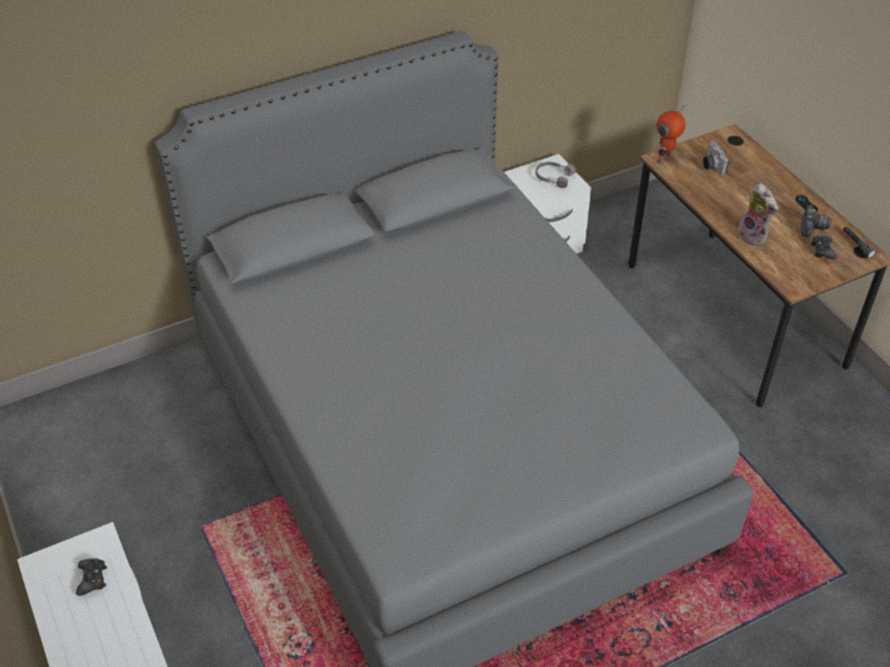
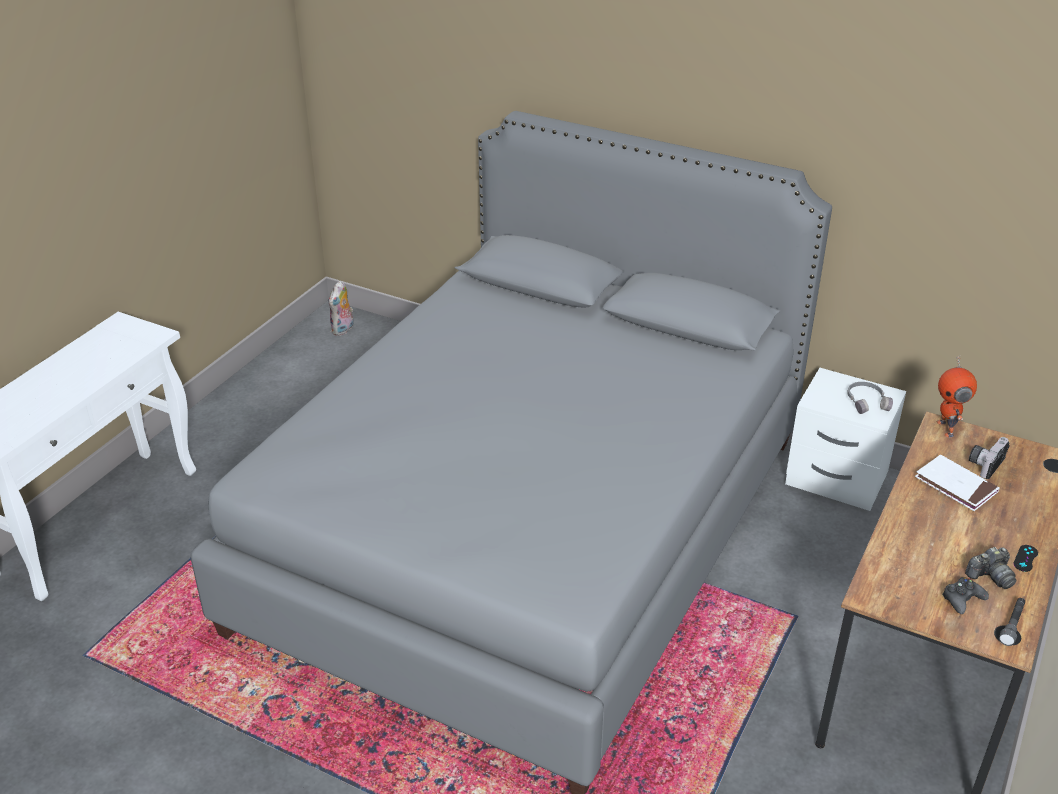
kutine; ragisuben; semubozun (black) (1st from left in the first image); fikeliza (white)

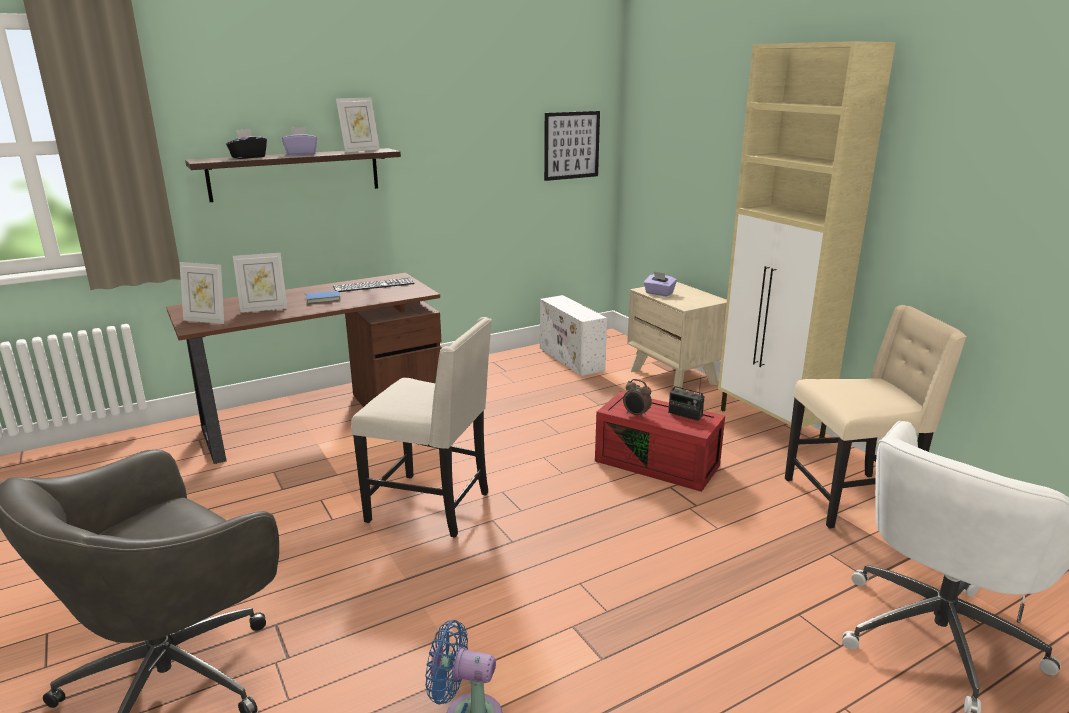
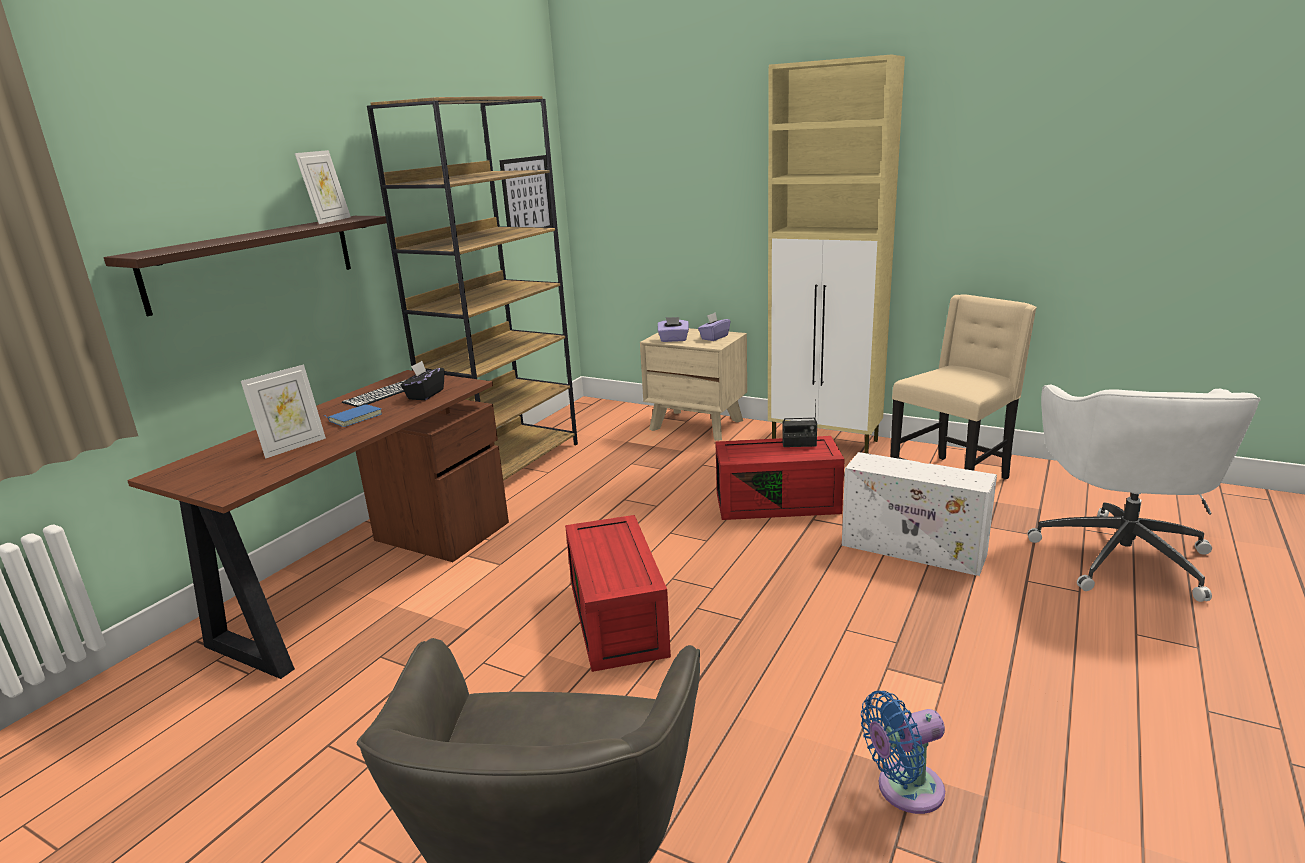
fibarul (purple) (2nd from left); fibarul (black); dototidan (1st from left in the first image); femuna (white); femuna (red) (1st from left); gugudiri; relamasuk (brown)

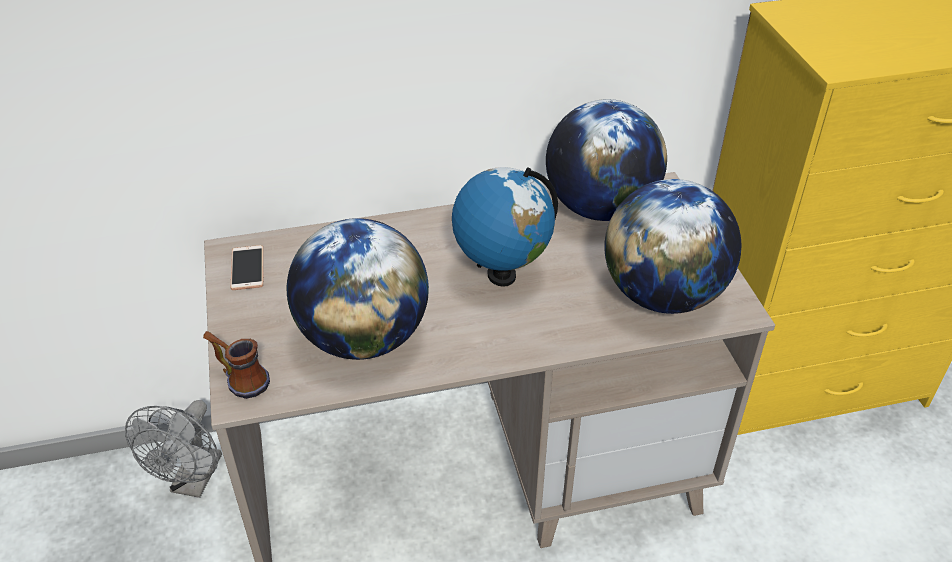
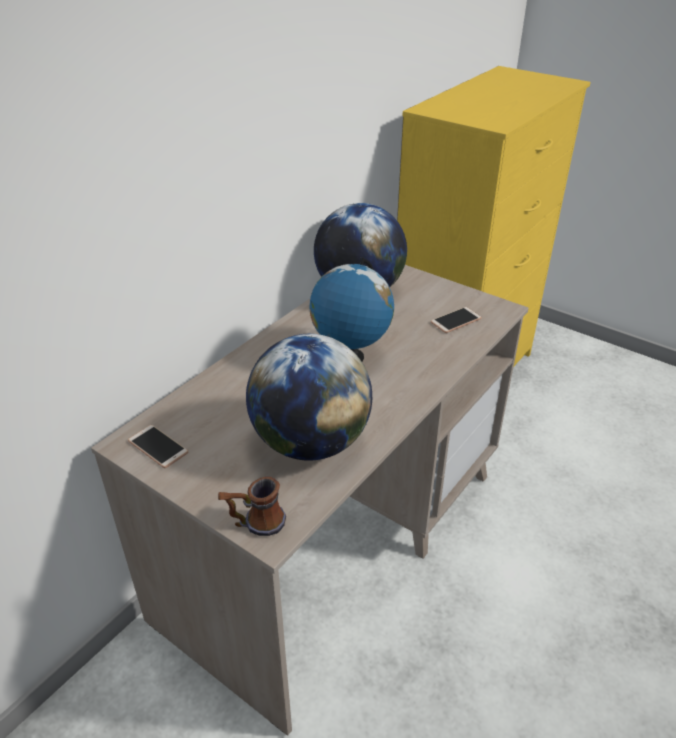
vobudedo (2nd from left); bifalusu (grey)

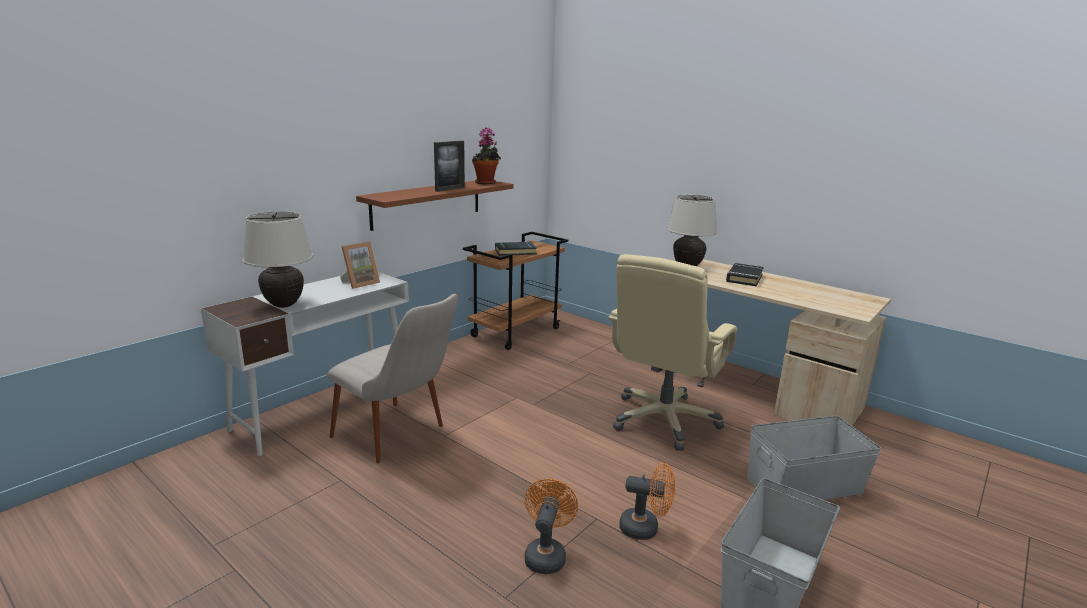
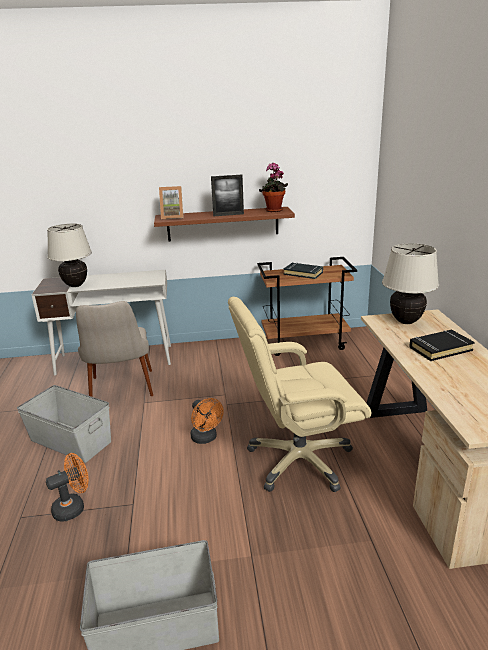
dototidan (1st from left); femuna (grey) (1st from left); bifalusu (orange) (2nd from left)

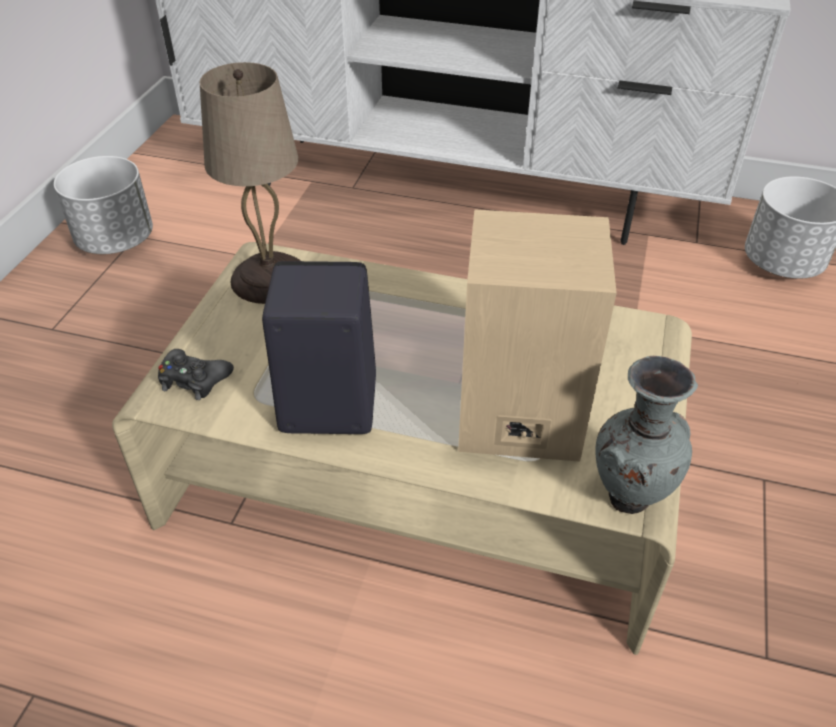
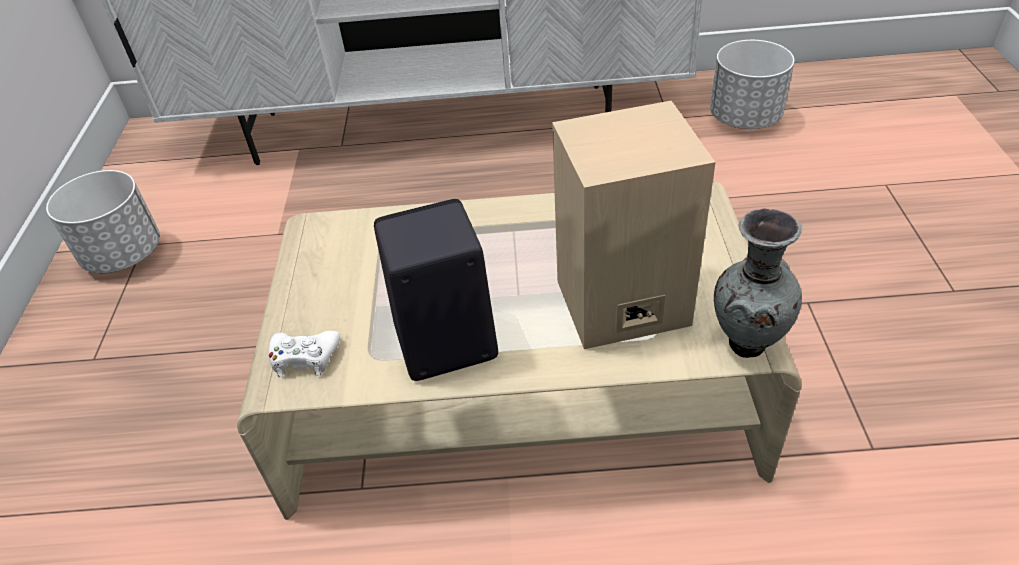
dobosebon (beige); semubozun (white)

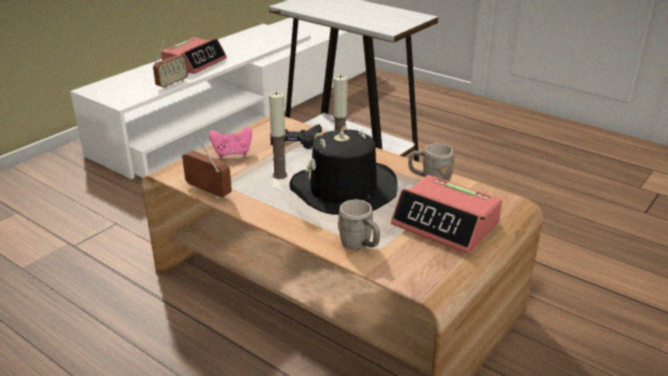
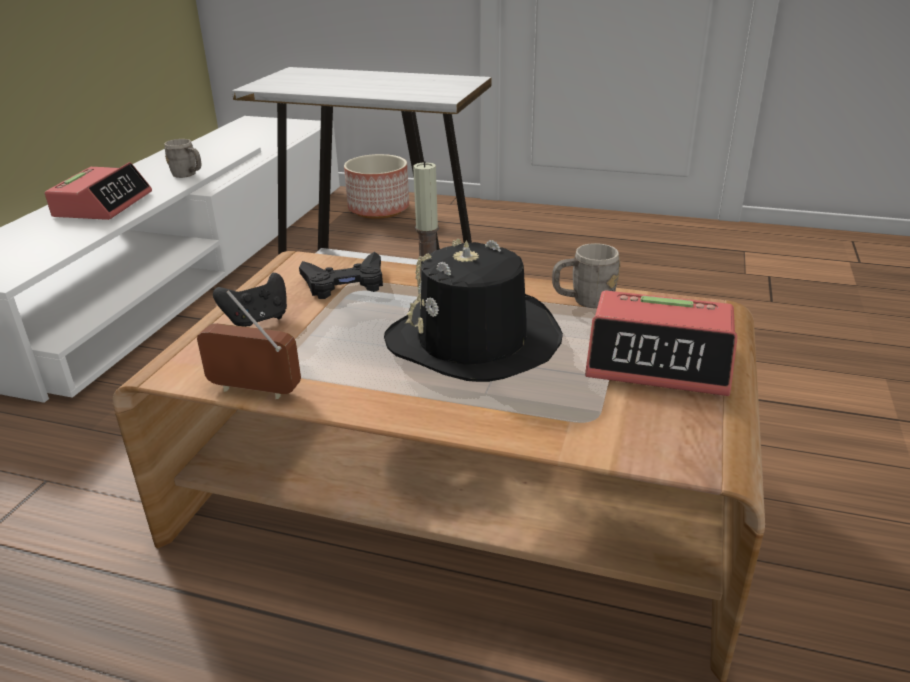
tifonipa (1st from left in the first image); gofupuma (1st from left in the first image); semubozun (black) (1st from left); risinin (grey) (1st from left); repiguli

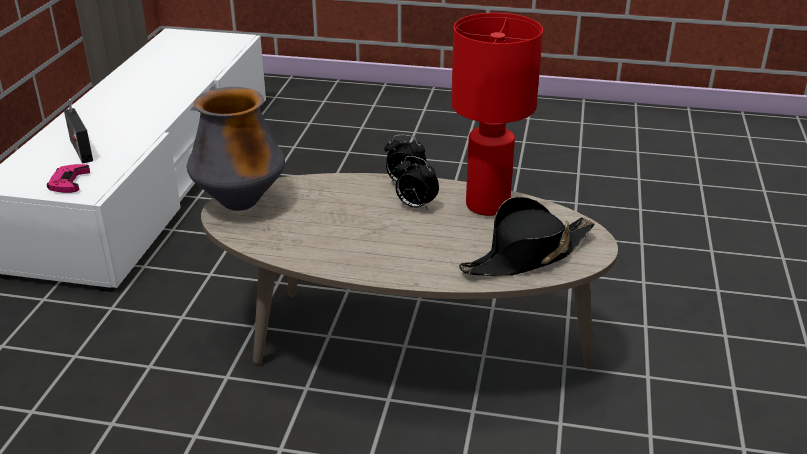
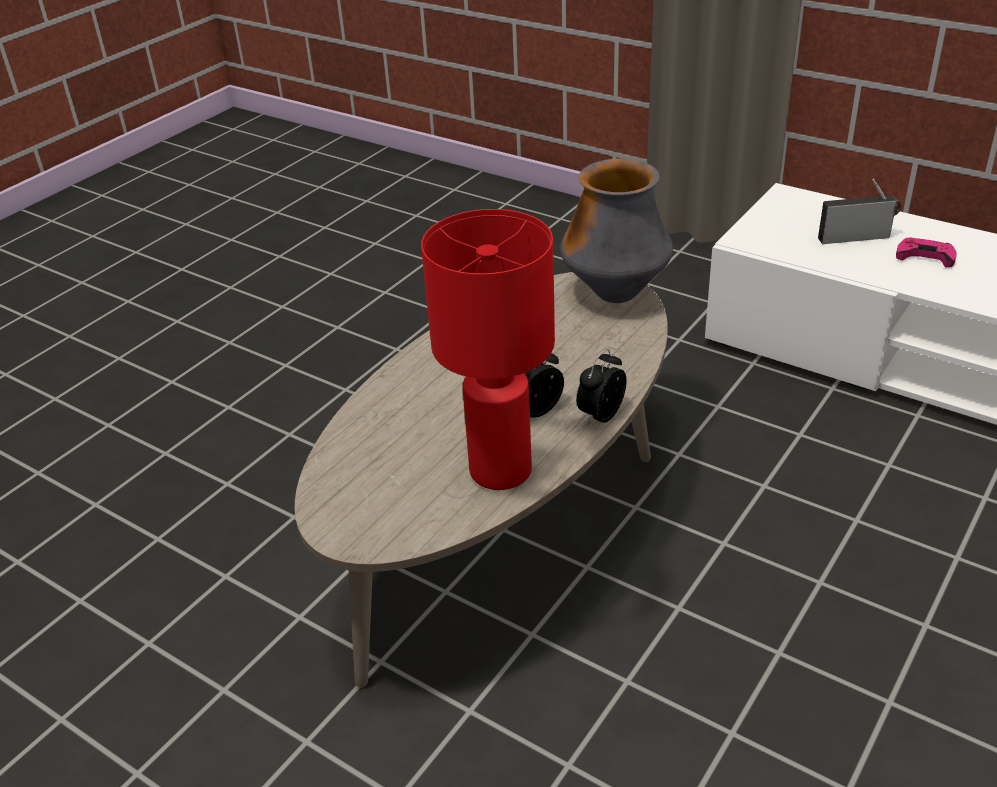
semubozun (pink); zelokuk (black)

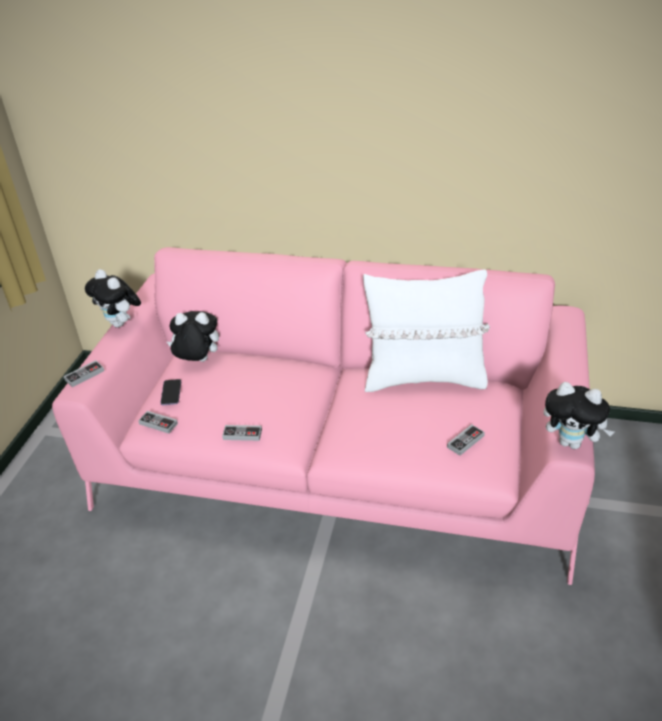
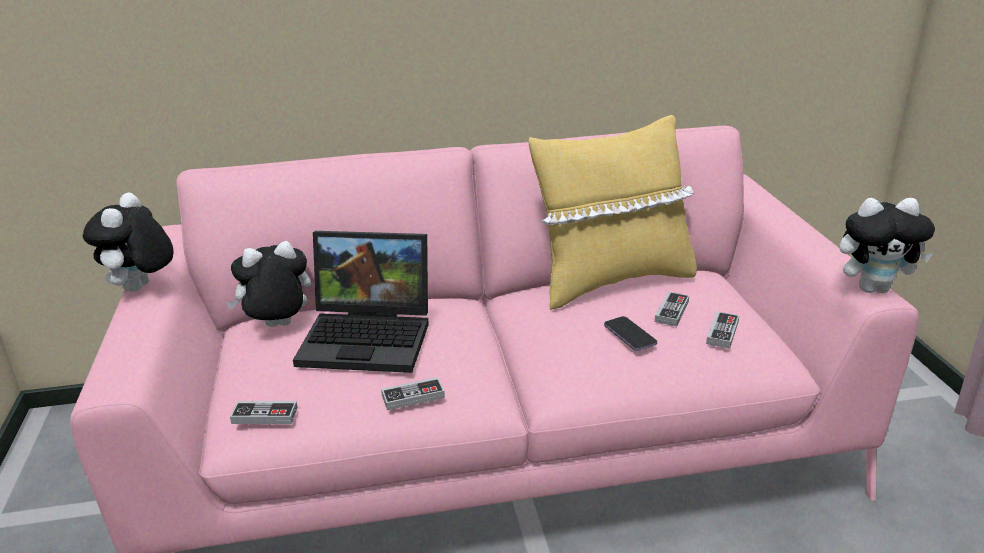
ragisuben (1st from left); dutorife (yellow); semubozun (3rd from left); vobudedo; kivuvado

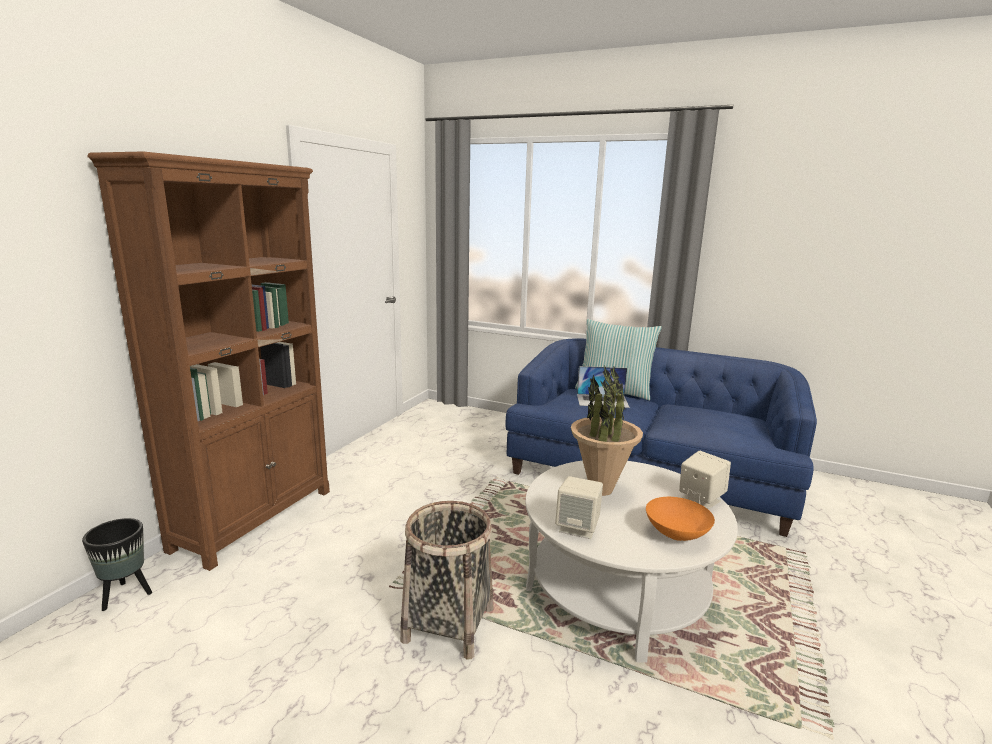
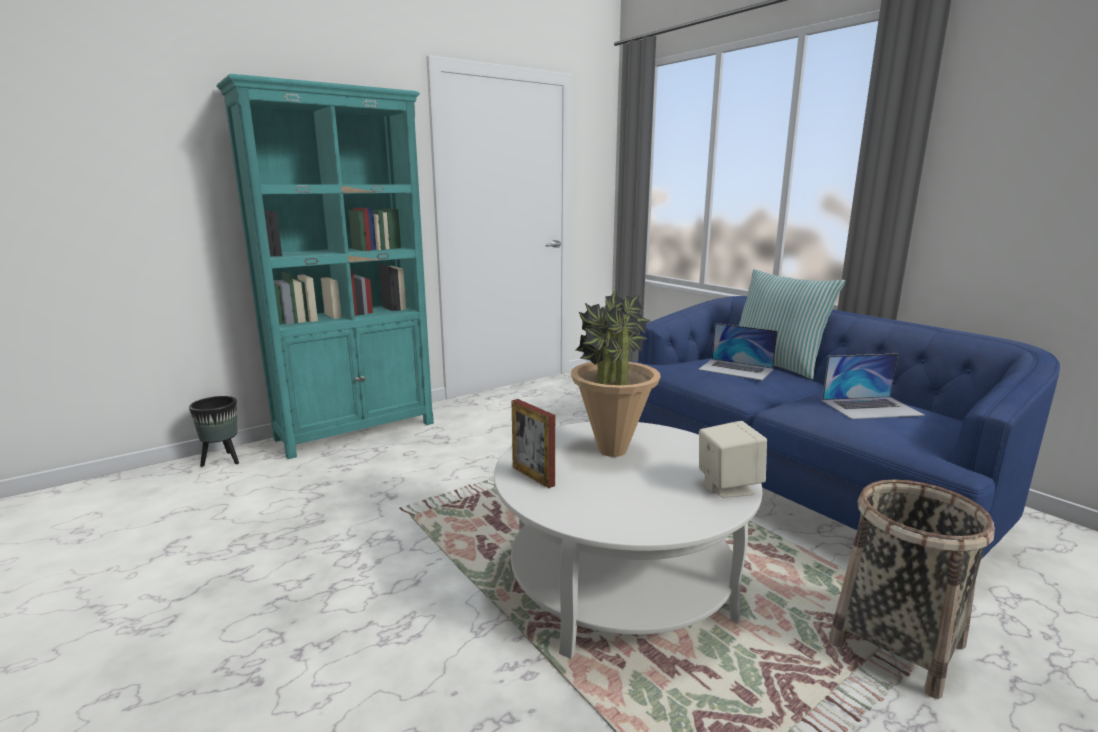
relamasuk (turquoise); dototidan; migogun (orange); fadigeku; kivuvado (2nd from left)

